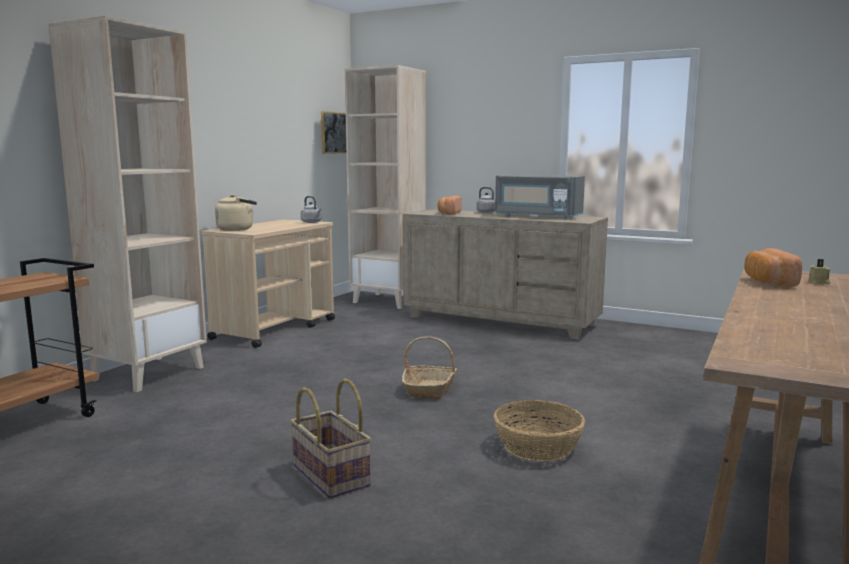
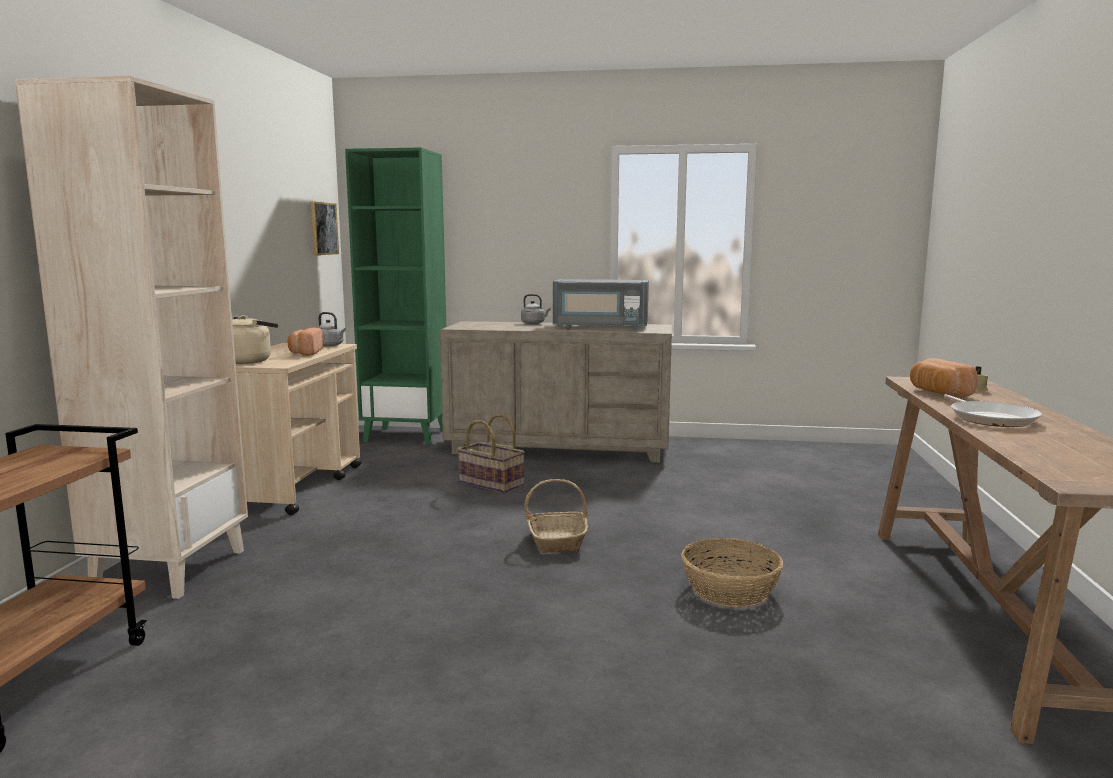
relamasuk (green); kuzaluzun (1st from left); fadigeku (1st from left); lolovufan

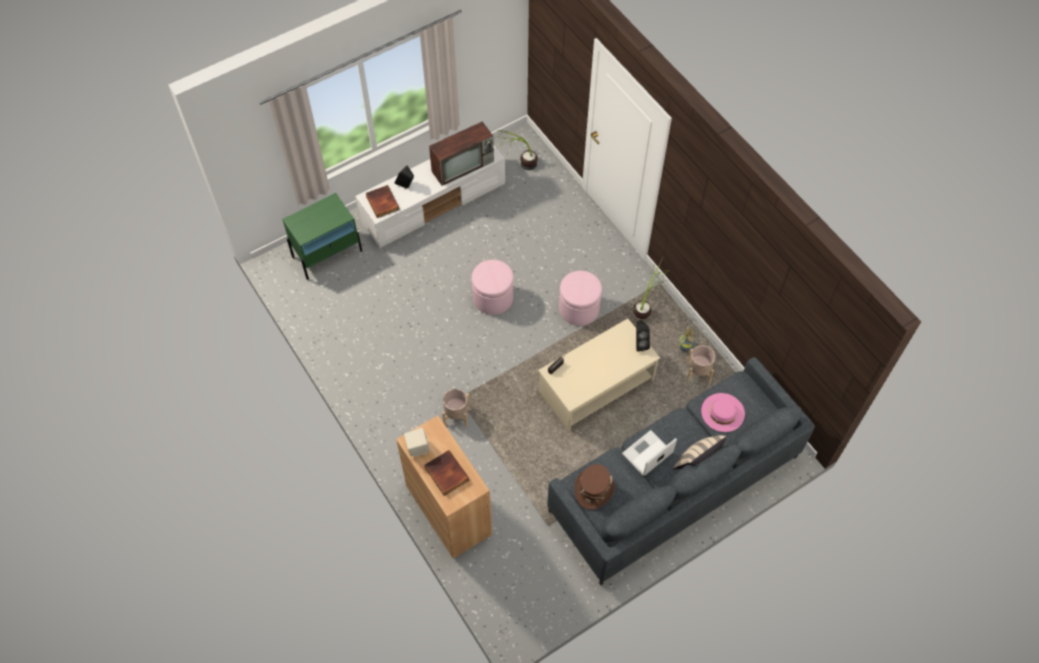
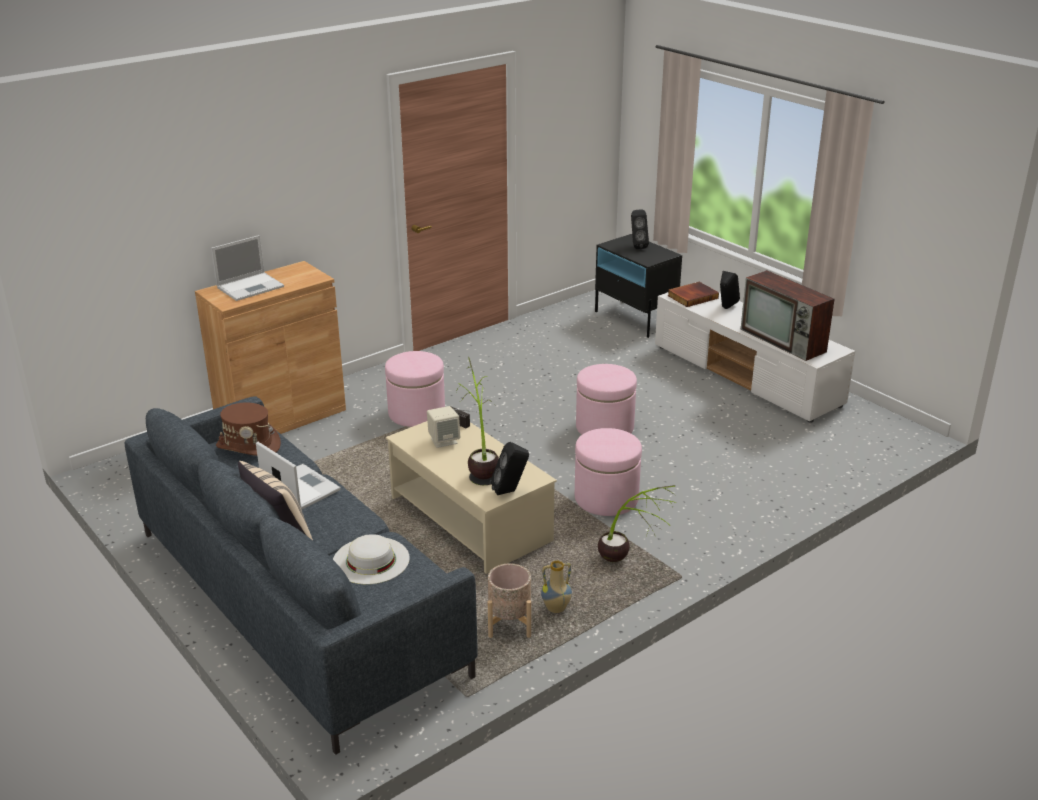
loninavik (1st from left); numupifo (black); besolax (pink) (1st from left); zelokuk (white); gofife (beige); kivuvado (1st from left); gofife (black) (2nd from left)

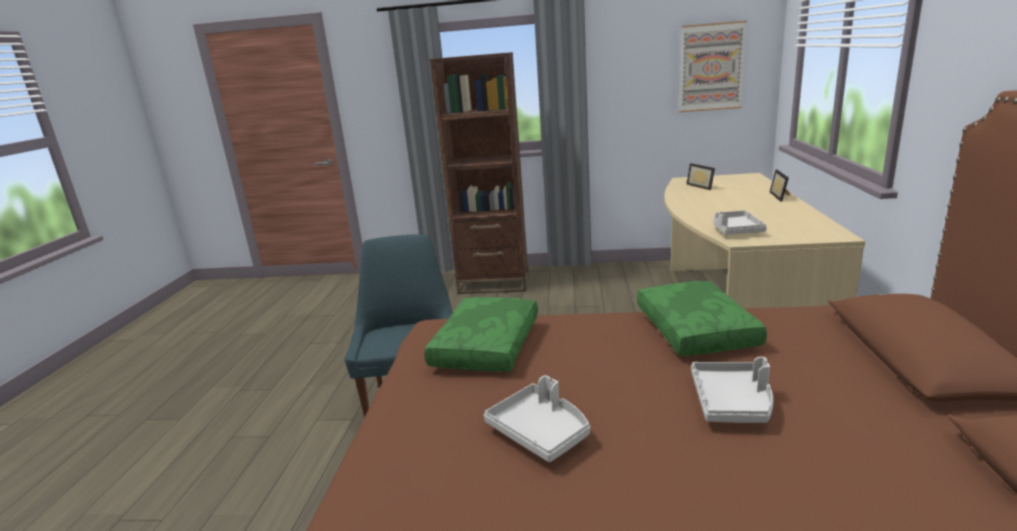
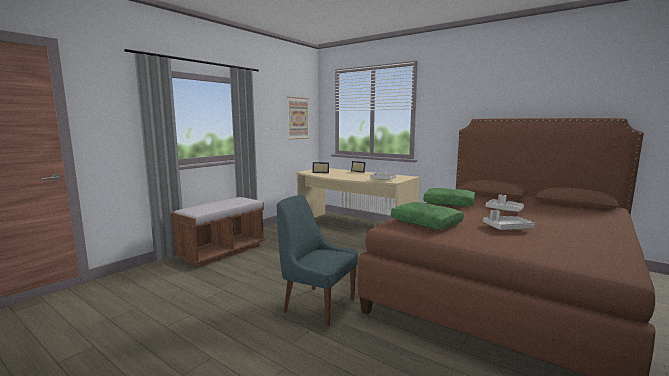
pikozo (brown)

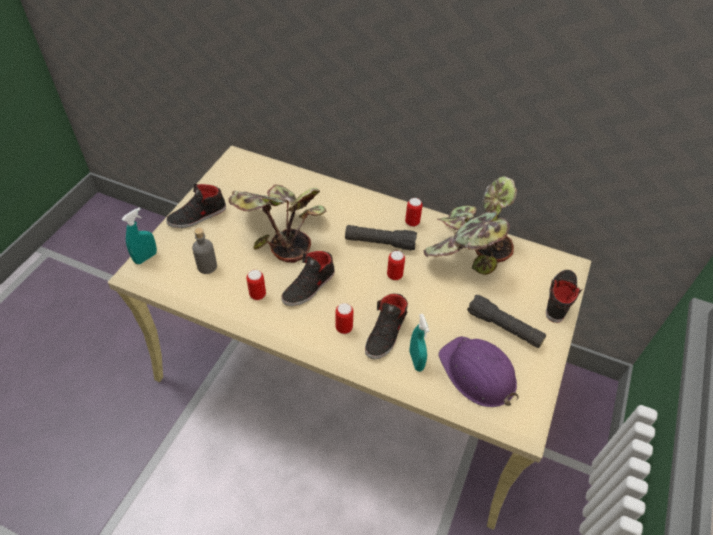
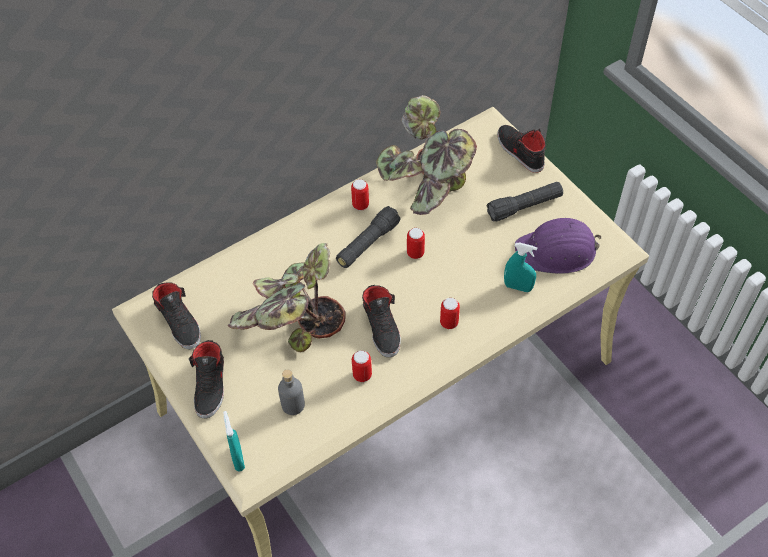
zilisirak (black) (1st from left)

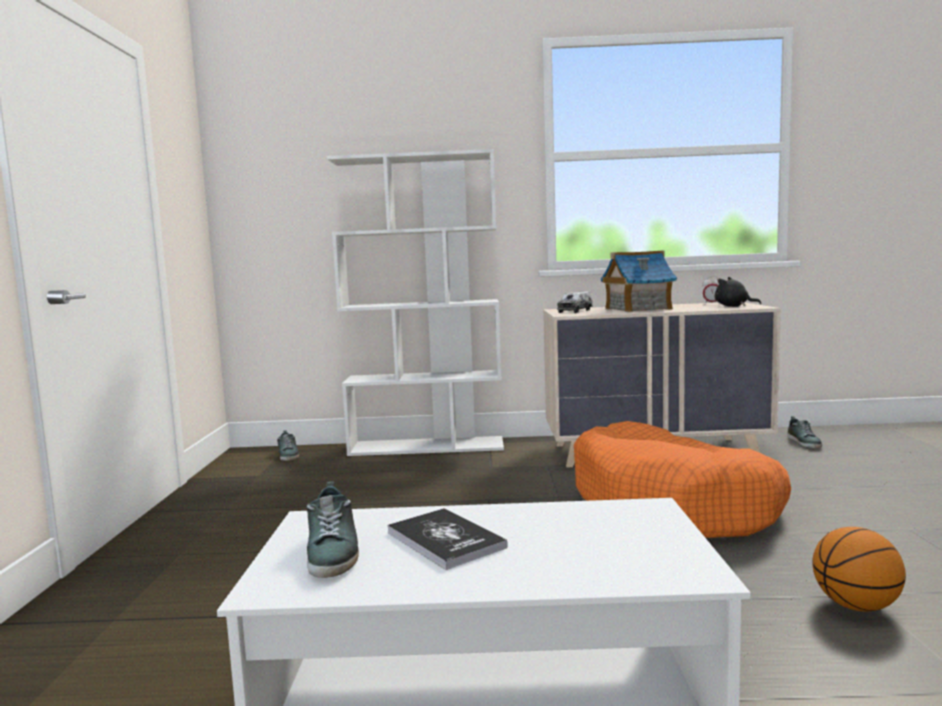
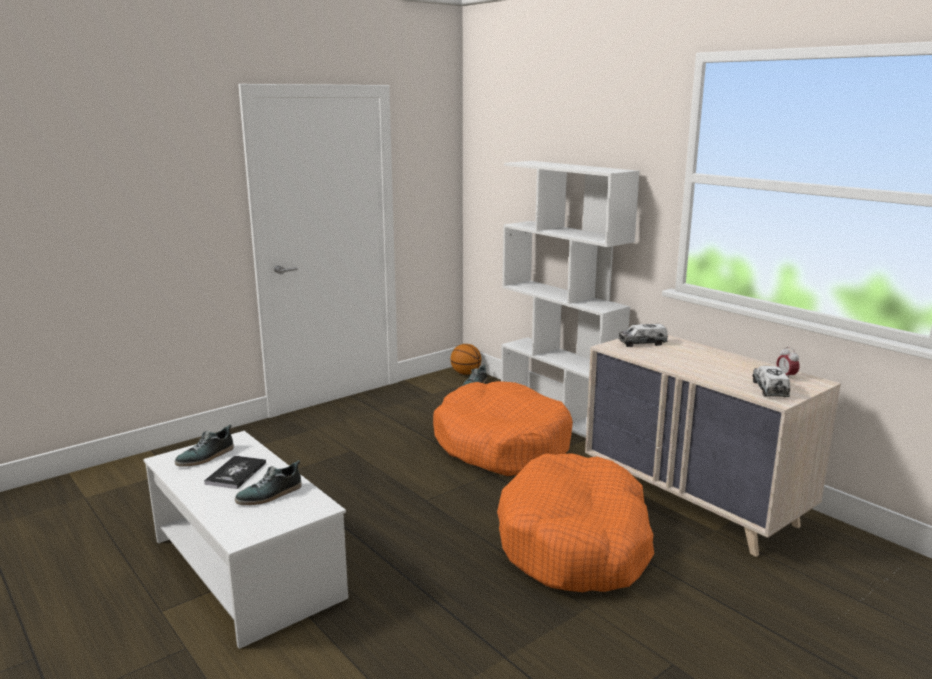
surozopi; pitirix (2nd from left); zilisirak (2nd from left); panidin; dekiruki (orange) (1st from left)

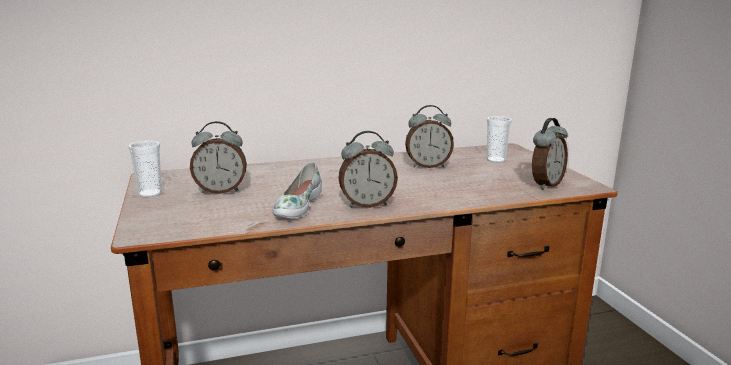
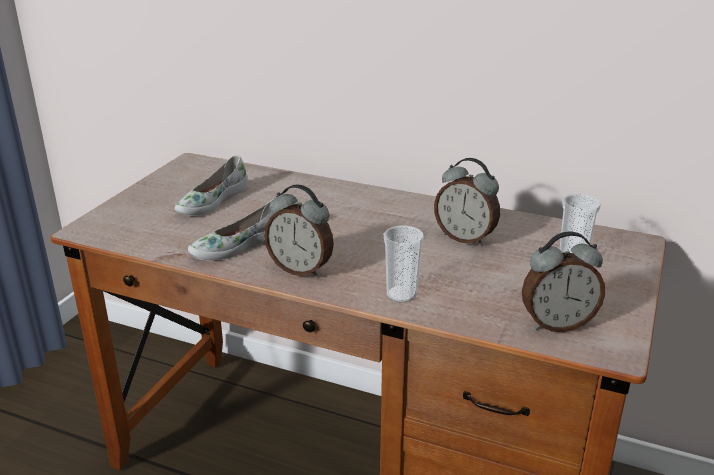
zilisirak (white) (1st from left); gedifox (1st from left)

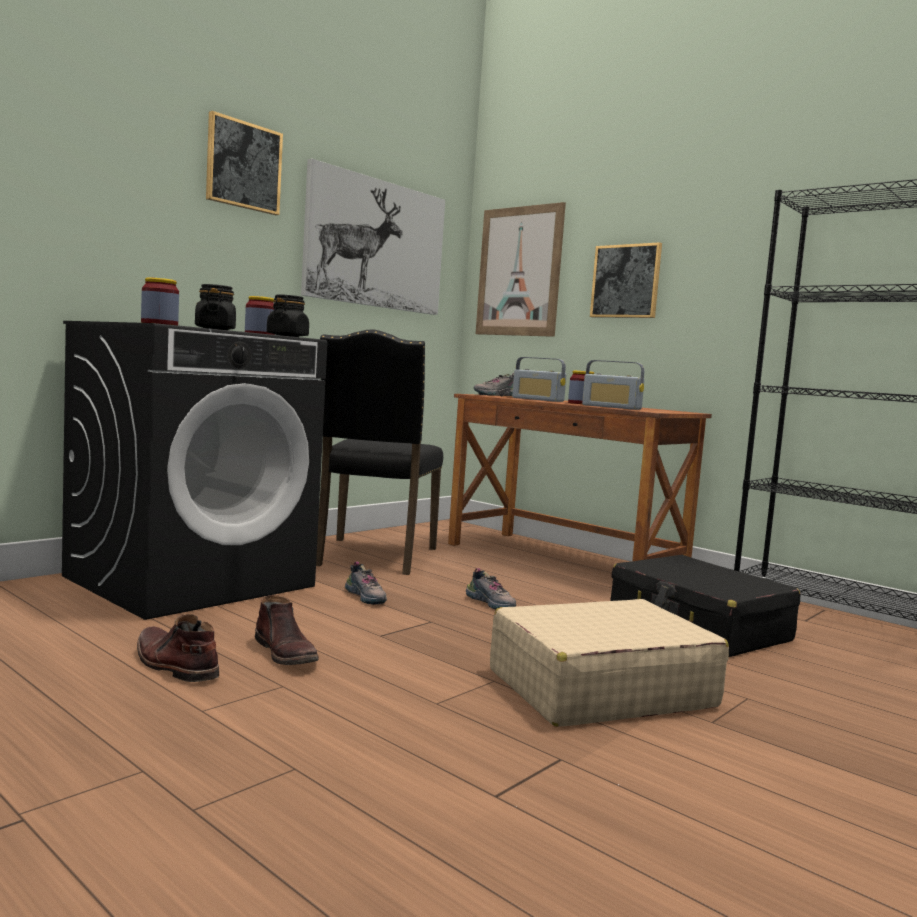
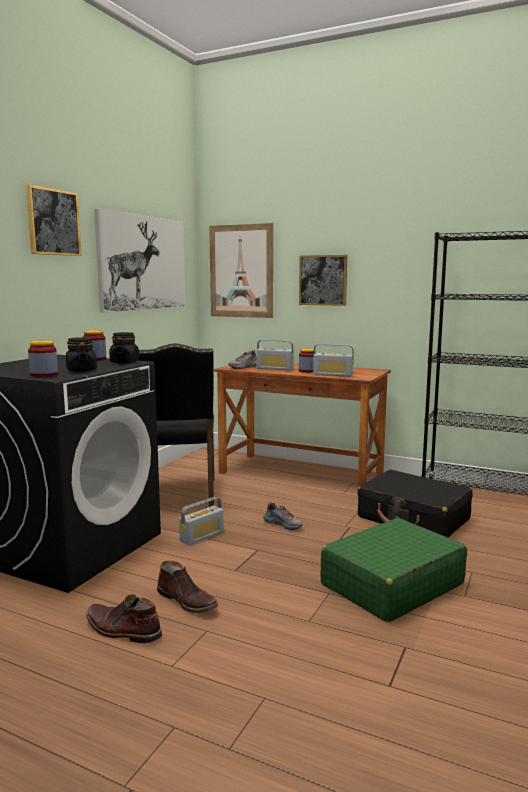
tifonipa (1st from left); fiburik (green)

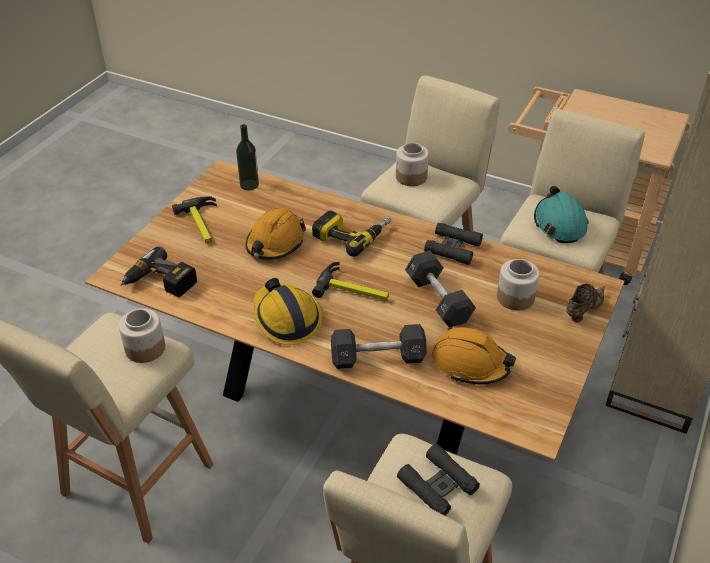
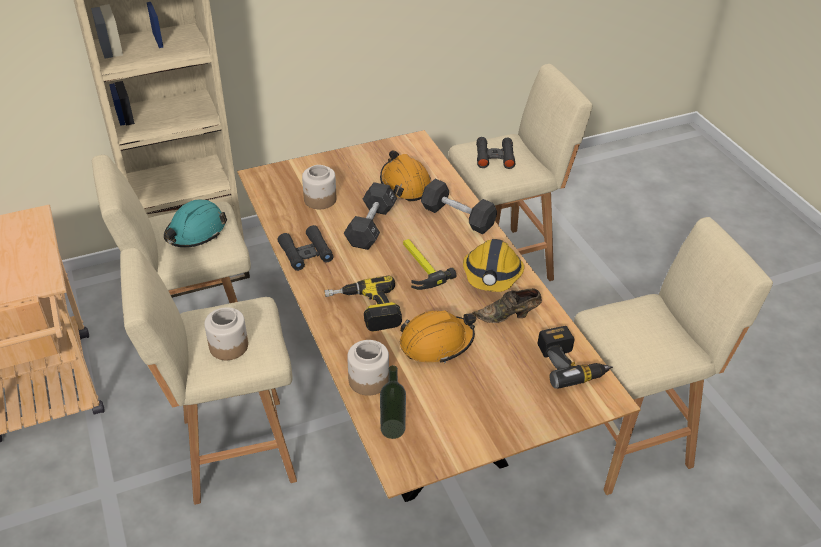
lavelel (1st from left in the first image); zilisirak (brown); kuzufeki (3rd from left)

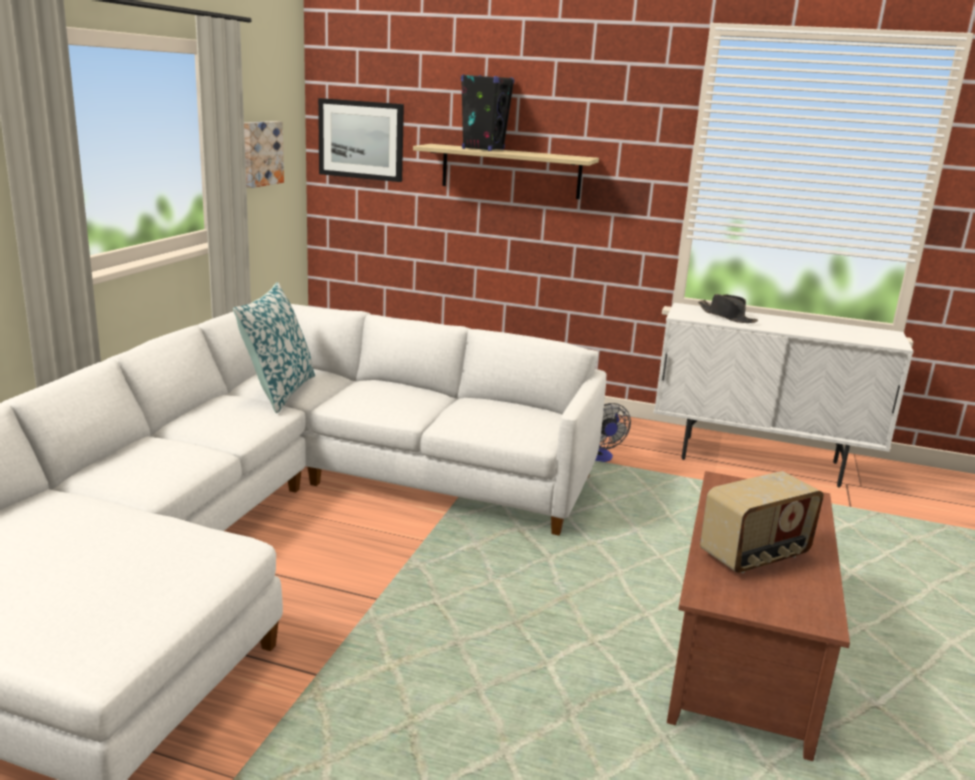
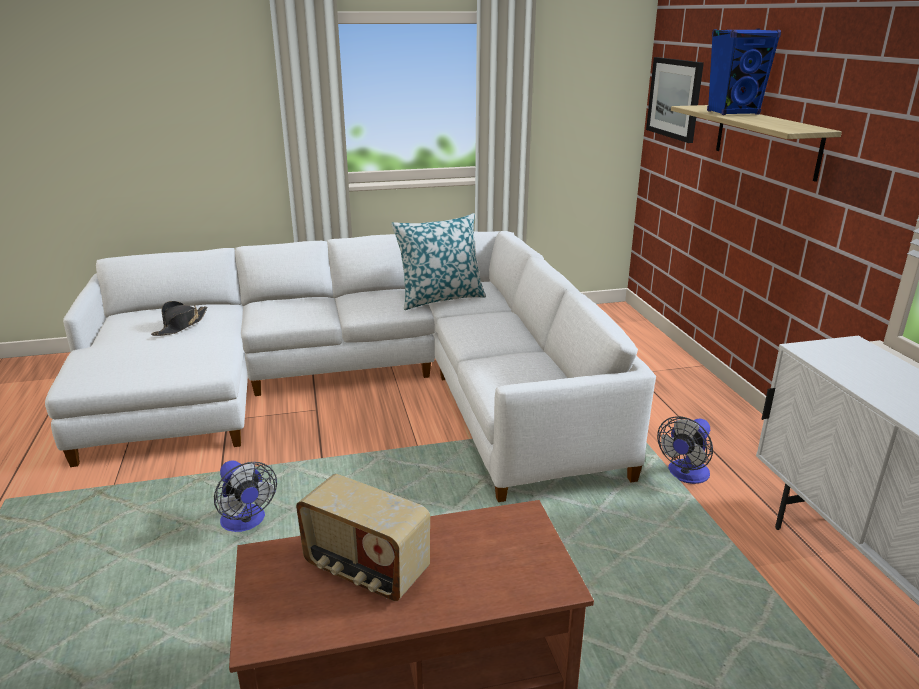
gofife (blue); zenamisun (1st from left in the first image); zelokuk (black); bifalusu (1st from left)

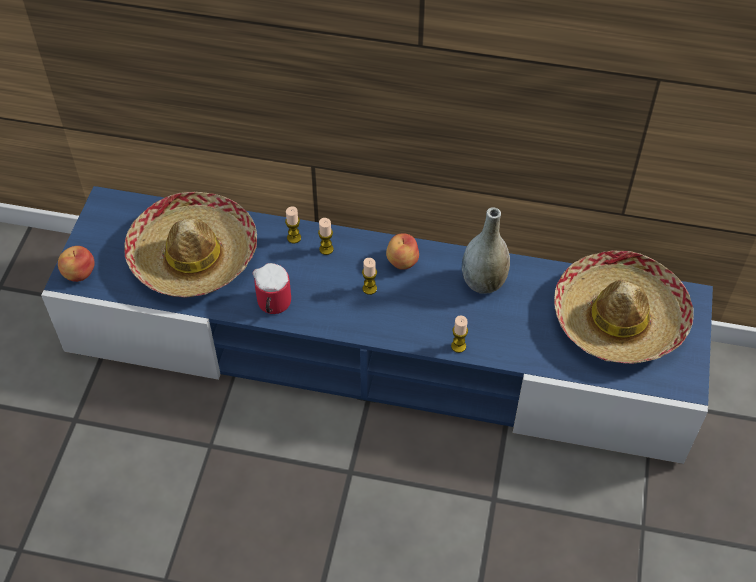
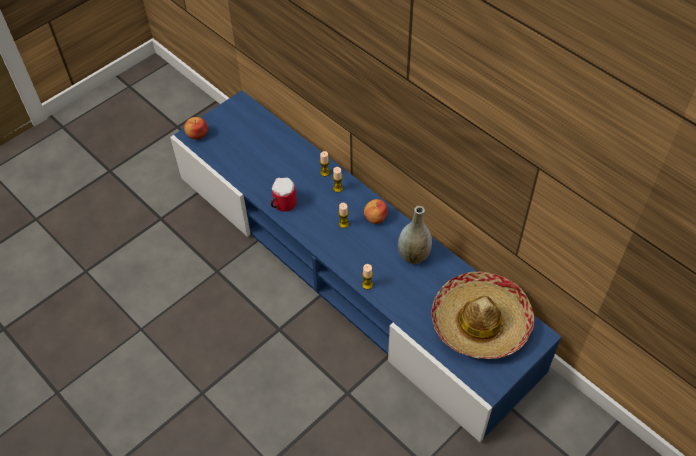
zelokuk (1st from left in the first image)

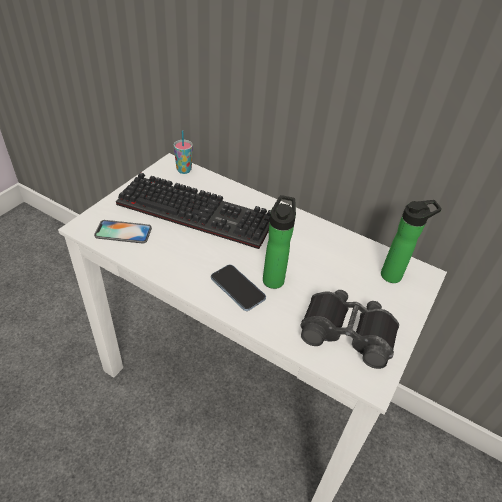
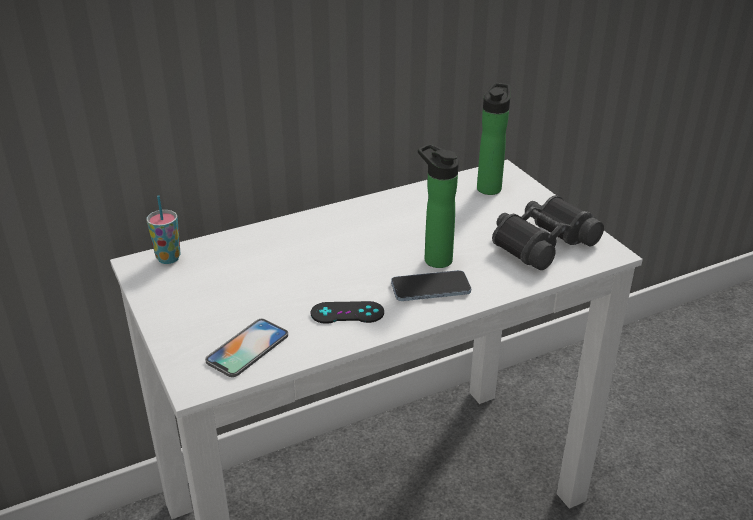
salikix; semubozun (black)

